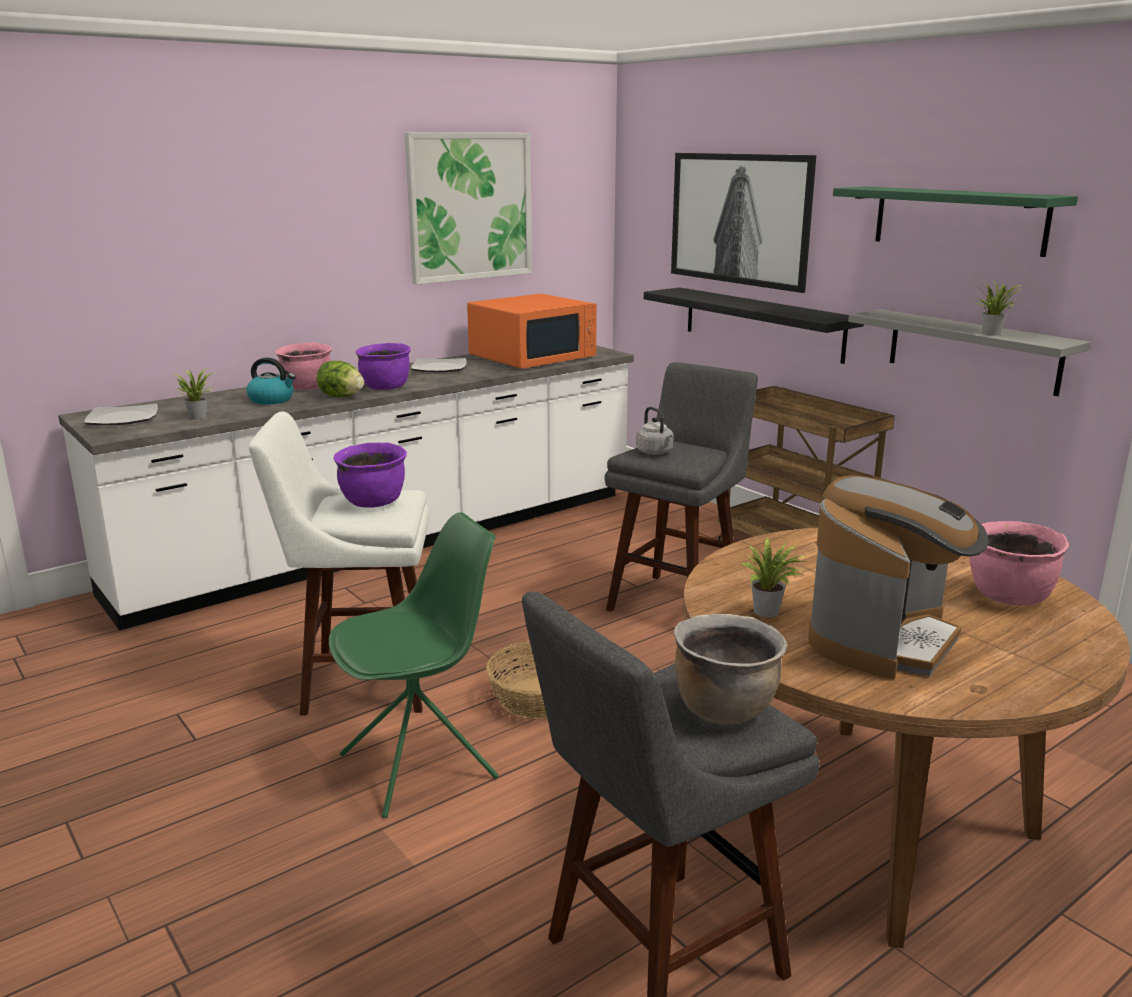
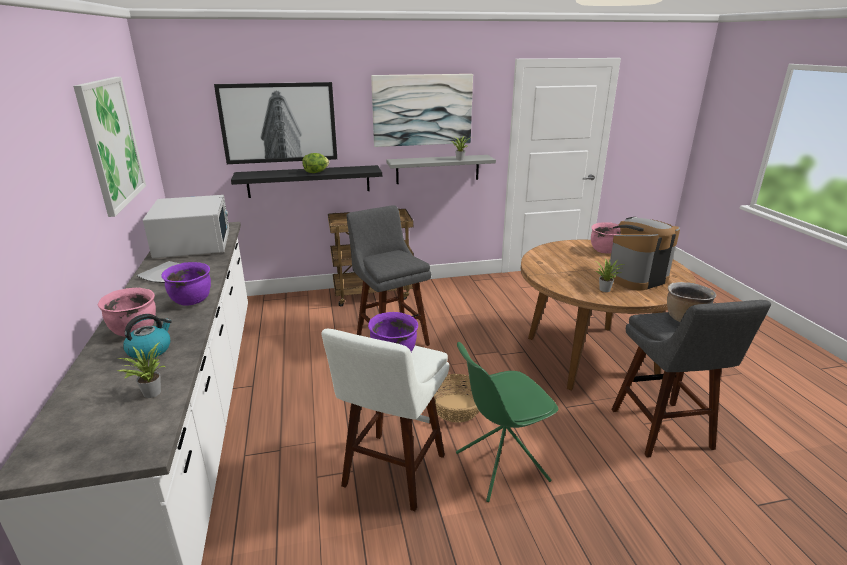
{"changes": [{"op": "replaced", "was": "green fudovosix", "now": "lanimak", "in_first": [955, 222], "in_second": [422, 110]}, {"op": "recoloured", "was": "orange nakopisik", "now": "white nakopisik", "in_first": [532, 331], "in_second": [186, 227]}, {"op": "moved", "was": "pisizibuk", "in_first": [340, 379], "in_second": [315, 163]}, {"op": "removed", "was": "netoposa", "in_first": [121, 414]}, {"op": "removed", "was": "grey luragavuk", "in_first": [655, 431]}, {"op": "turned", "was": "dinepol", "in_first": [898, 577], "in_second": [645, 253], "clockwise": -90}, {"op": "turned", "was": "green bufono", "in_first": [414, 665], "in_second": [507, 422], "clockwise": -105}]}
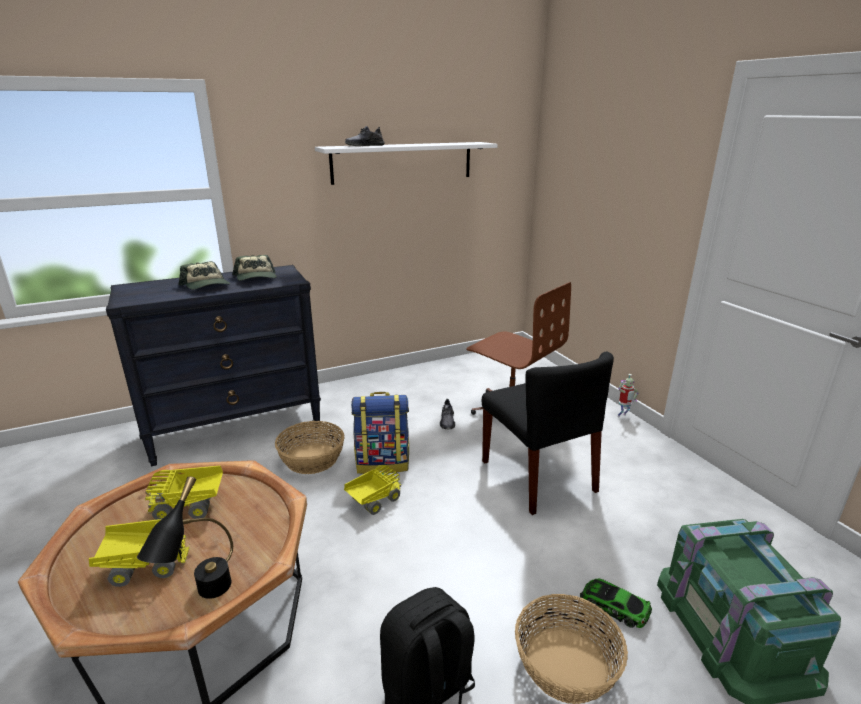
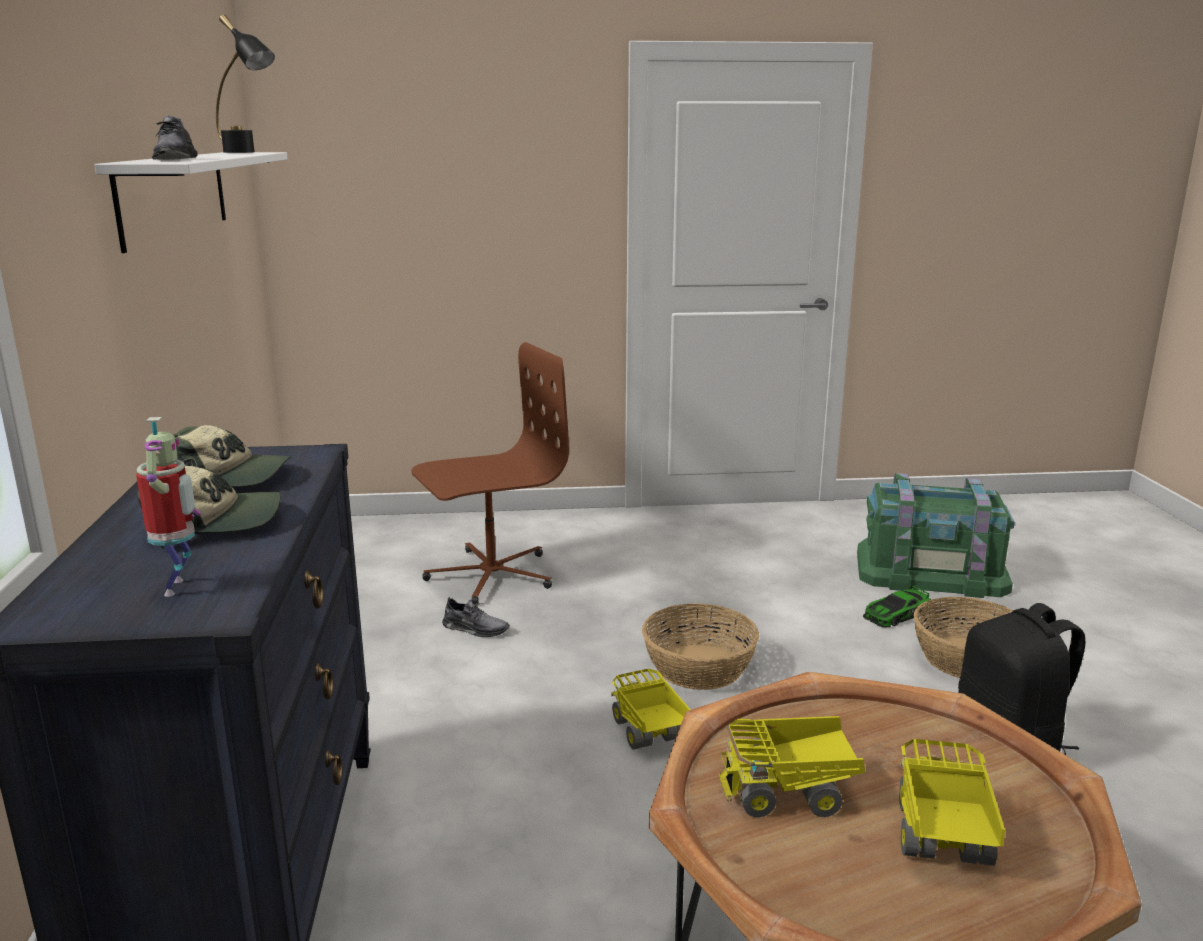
{"changes": [{"op": "removed", "was": "black bufono", "in_first": [548, 433]}, {"op": "moved", "was": "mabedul", "in_first": [627, 395], "in_second": [168, 507]}, {"op": "removed", "was": "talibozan", "in_first": [380, 433]}, {"op": "moved", "was": "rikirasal", "in_first": [309, 447], "in_second": [700, 646]}, {"op": "turned", "was": "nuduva", "in_first": [184, 493], "in_second": [792, 767], "clockwise": 75}, {"op": "moved", "was": "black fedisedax", "in_first": [185, 537], "in_second": [245, 83]}]}
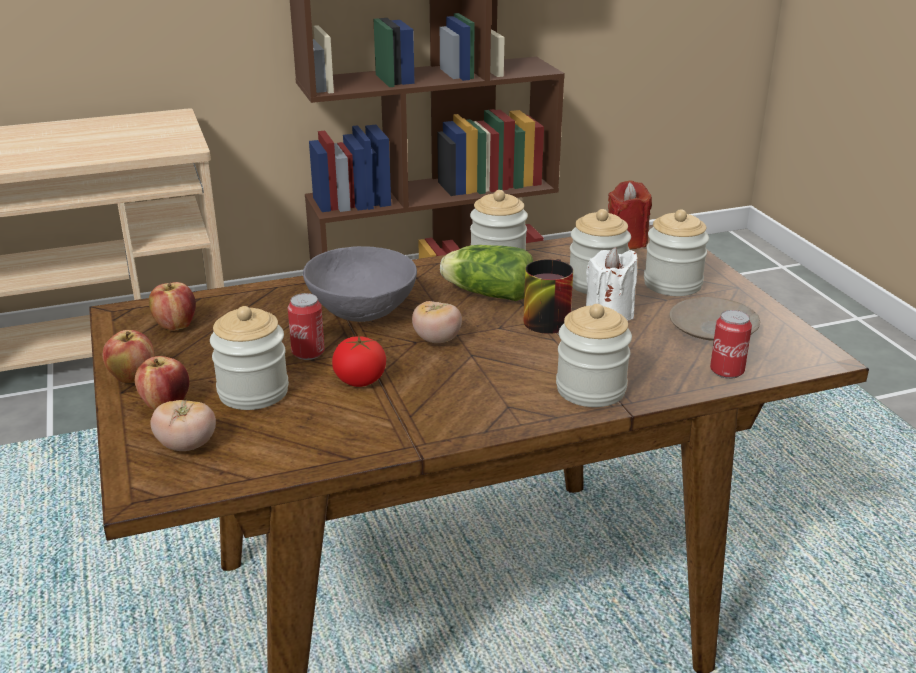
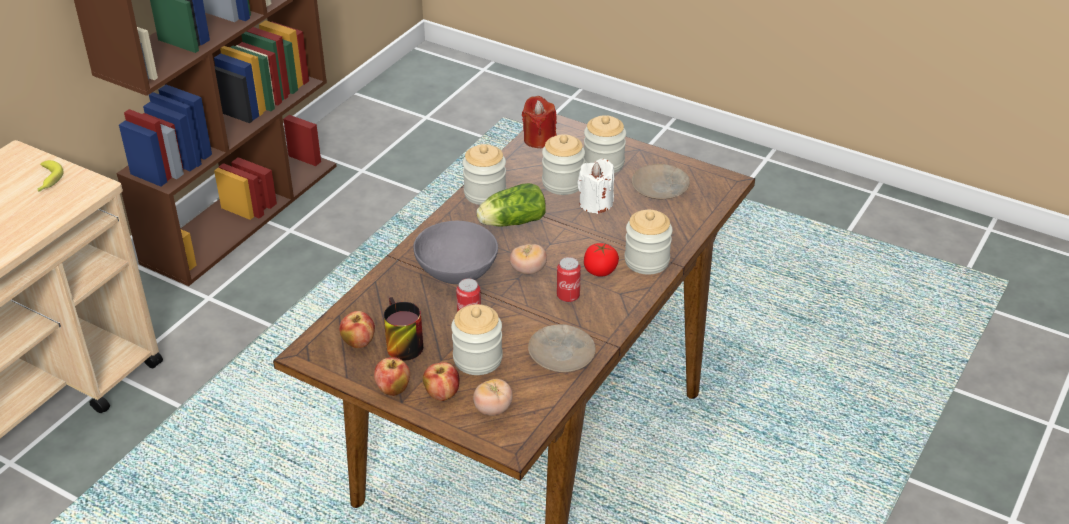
{"changes": [{"op": "moved", "was": "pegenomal", "in_first": [548, 296], "in_second": [403, 329]}, {"op": "moved", "was": "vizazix", "in_first": [731, 344], "in_second": [569, 279]}, {"op": "moved", "was": "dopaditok", "in_first": [359, 361], "in_second": [601, 259]}, {"op": "added", "now": "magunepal", "in_second": [50, 175]}, {"op": "added", "now": "beige netoposa", "in_second": [562, 348]}]}
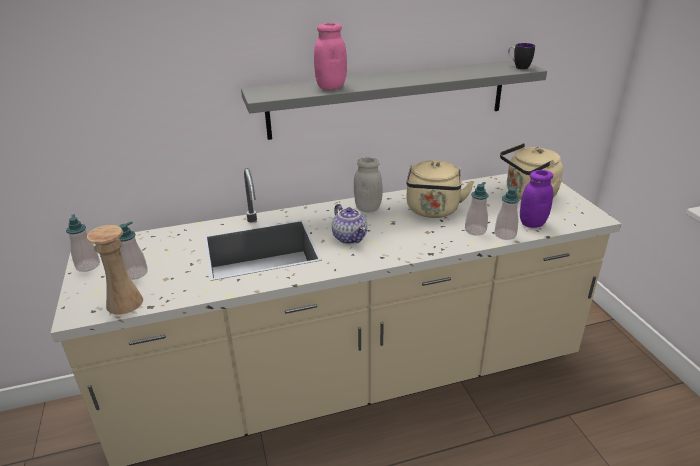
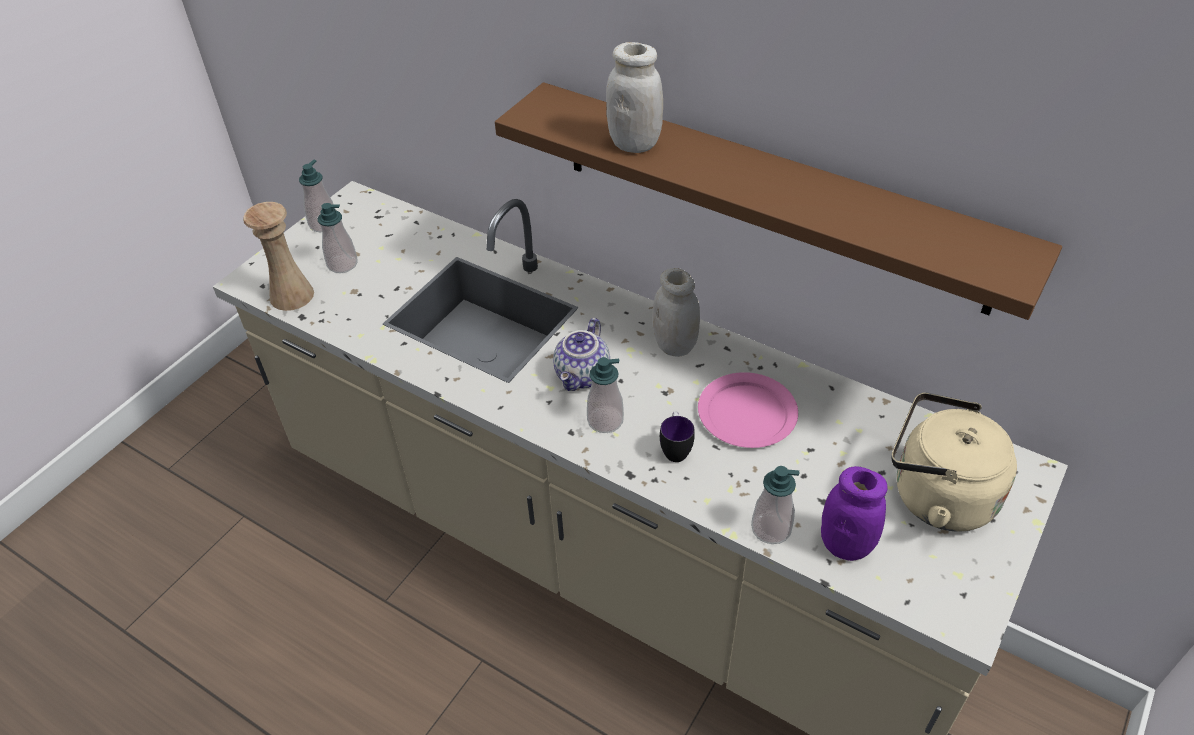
{"changes": [{"op": "recoloured", "was": "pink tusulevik", "now": "white tusulevik", "in_first": [330, 56], "in_second": [634, 97]}, {"op": "moved", "was": "pegenomal", "in_first": [521, 56], "in_second": [677, 437]}, {"op": "recoloured", "was": "grey fudovosix", "now": "brown fudovosix", "in_first": [394, 100], "in_second": [778, 201]}, {"op": "replaced", "was": "beige luragavuk", "now": "pink netoposa", "in_first": [440, 189], "in_second": [748, 410]}, {"op": "moved", "was": "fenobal", "in_first": [476, 209], "in_second": [605, 395]}]}
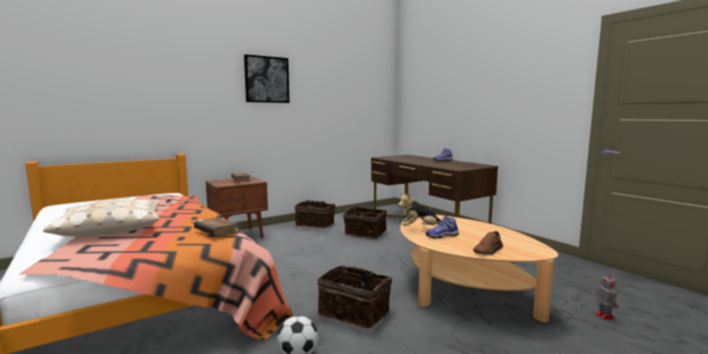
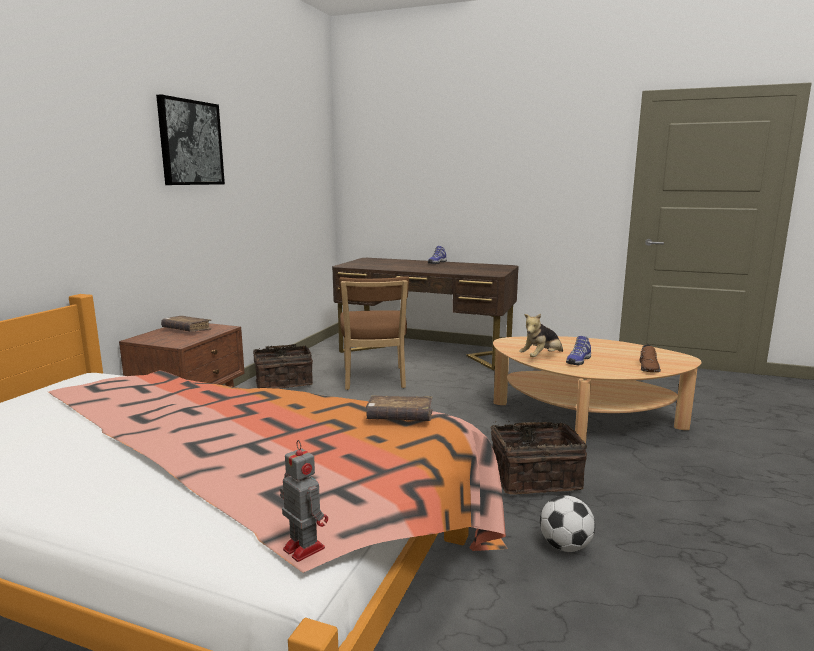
{"changes": [{"op": "removed", "was": "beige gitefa", "in_first": [101, 218]}, {"op": "replaced", "was": "rikirasal", "now": "brown bufono", "in_first": [365, 222], "in_second": [374, 333]}, {"op": "moved", "was": "mabedul", "in_first": [607, 297], "in_second": [304, 501]}]}
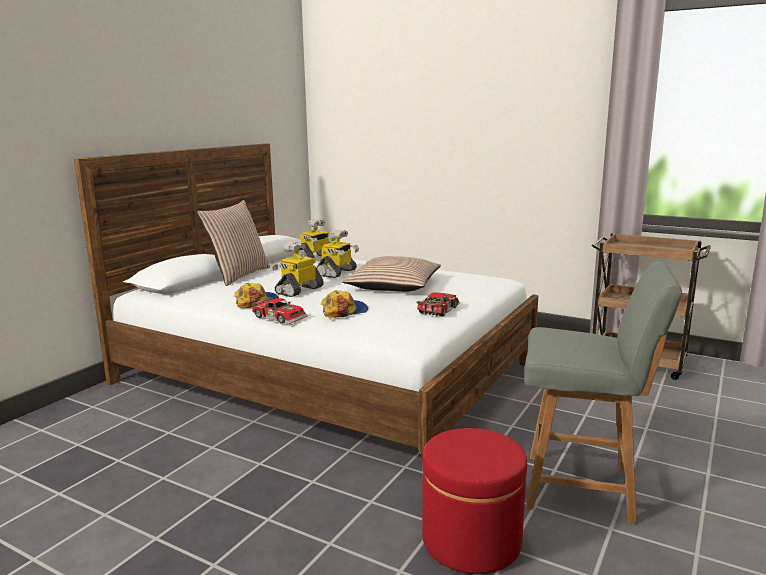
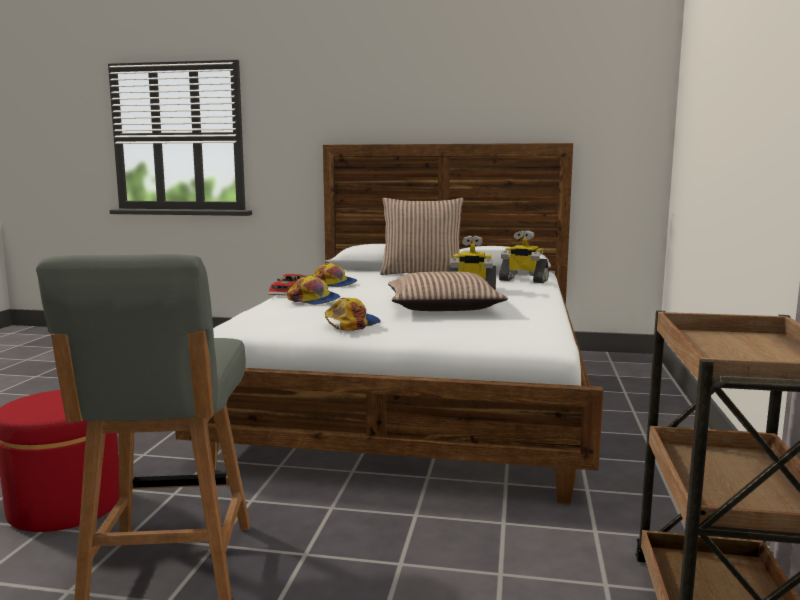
{"changes": [{"op": "removed", "was": "mabedul", "in_first": [298, 269]}, {"op": "replaced", "was": "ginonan", "now": "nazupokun", "in_first": [438, 304], "in_second": [353, 314]}]}
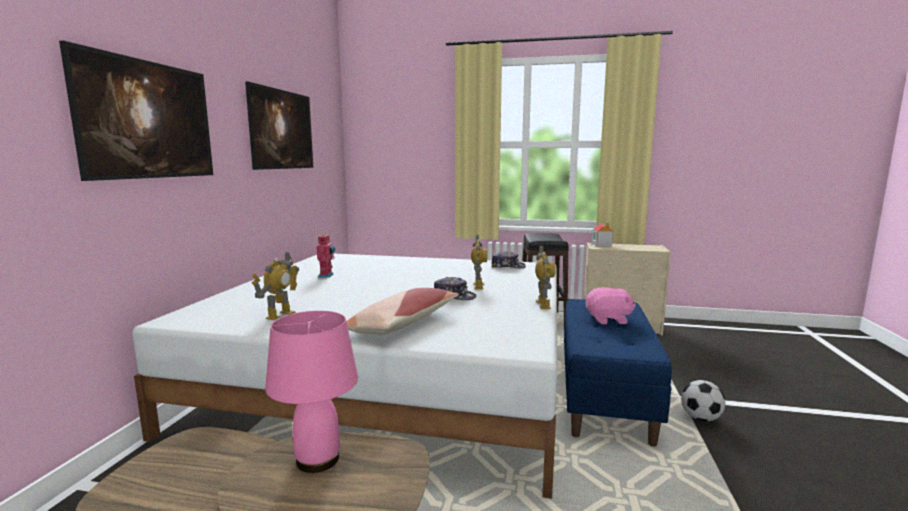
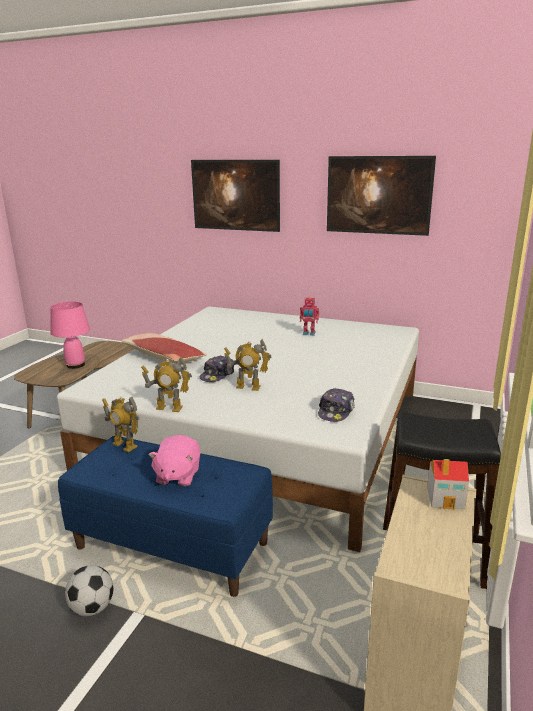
{"changes": [{"op": "moved", "was": "mabedul", "in_first": [275, 286], "in_second": [120, 424]}]}
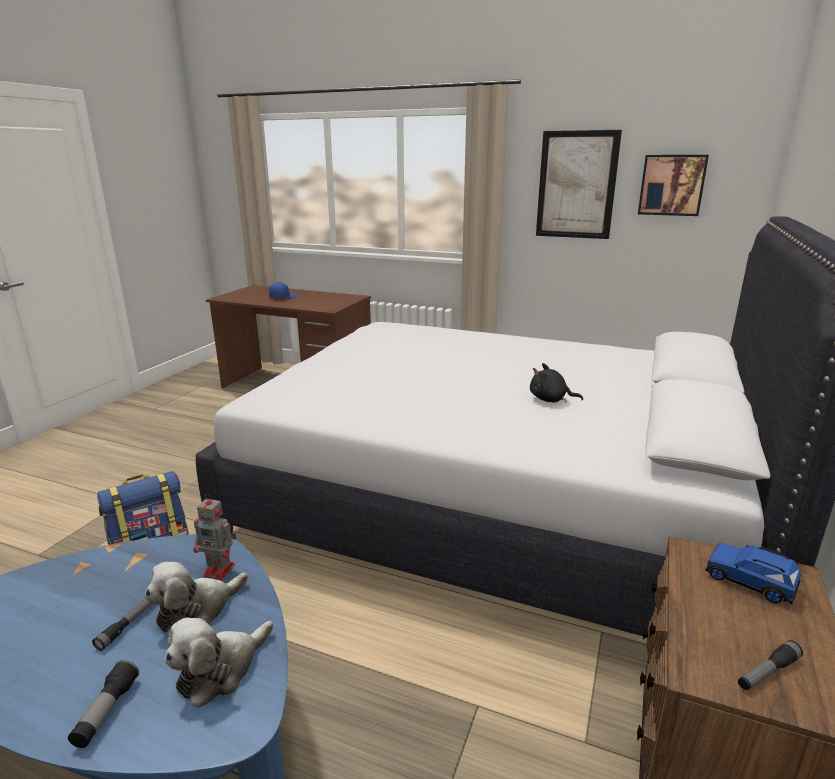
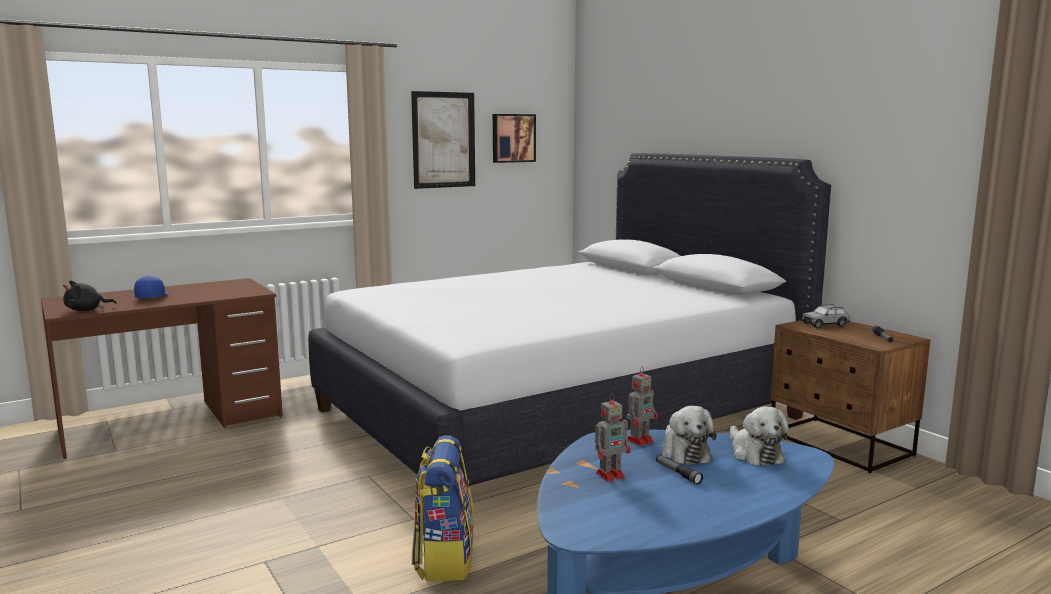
{"changes": [{"op": "moved", "was": "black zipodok", "in_first": [556, 383], "in_second": [90, 296]}, {"op": "recoloured", "was": "blue ginonan", "now": "grey ginonan", "in_first": [753, 573], "in_second": [825, 316]}, {"op": "removed", "was": "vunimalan", "in_first": [103, 704]}, {"op": "added", "now": "mabedul", "in_second": [613, 437]}]}
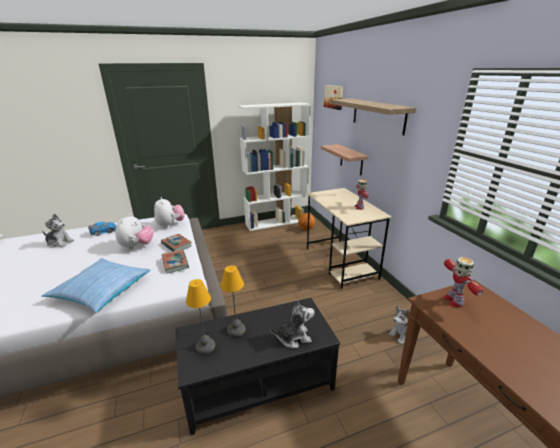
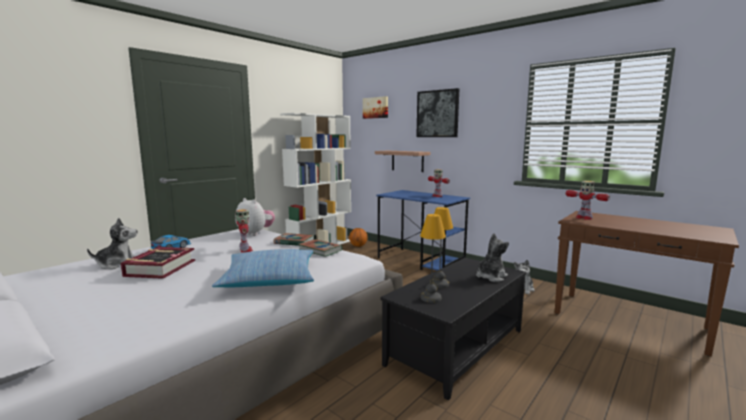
{"changes": [{"op": "replaced", "was": "fudovosix", "now": "lanimak", "in_first": [372, 117], "in_second": [437, 112]}, {"op": "recoloured", "was": "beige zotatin", "now": "blue zotatin", "in_first": [349, 238], "in_second": [423, 230]}, {"op": "replaced", "was": "zipodok", "now": "mabedul", "in_first": [134, 231], "in_second": [244, 231]}, {"op": "added", "now": "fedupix", "in_second": [158, 263]}]}
